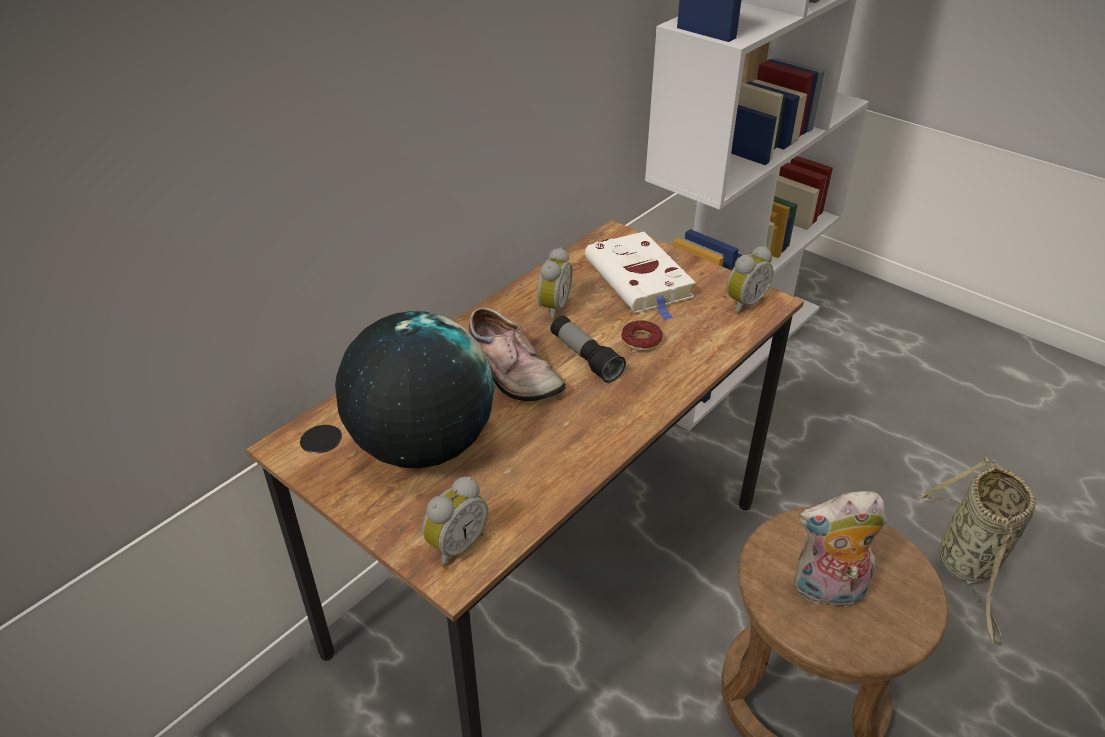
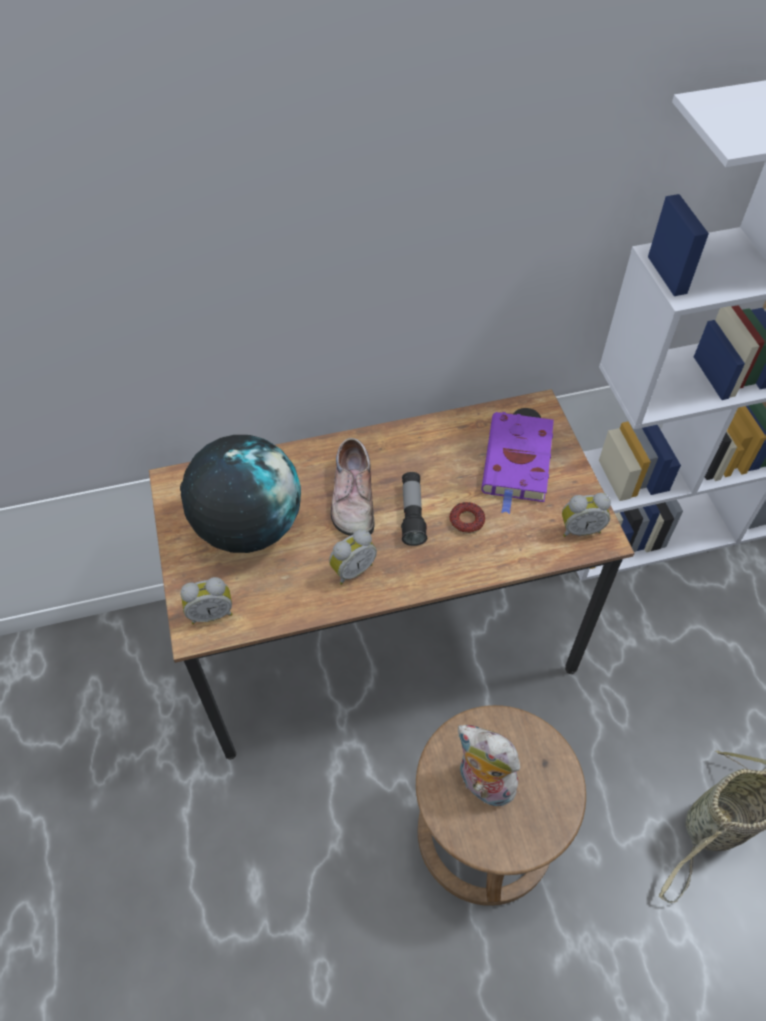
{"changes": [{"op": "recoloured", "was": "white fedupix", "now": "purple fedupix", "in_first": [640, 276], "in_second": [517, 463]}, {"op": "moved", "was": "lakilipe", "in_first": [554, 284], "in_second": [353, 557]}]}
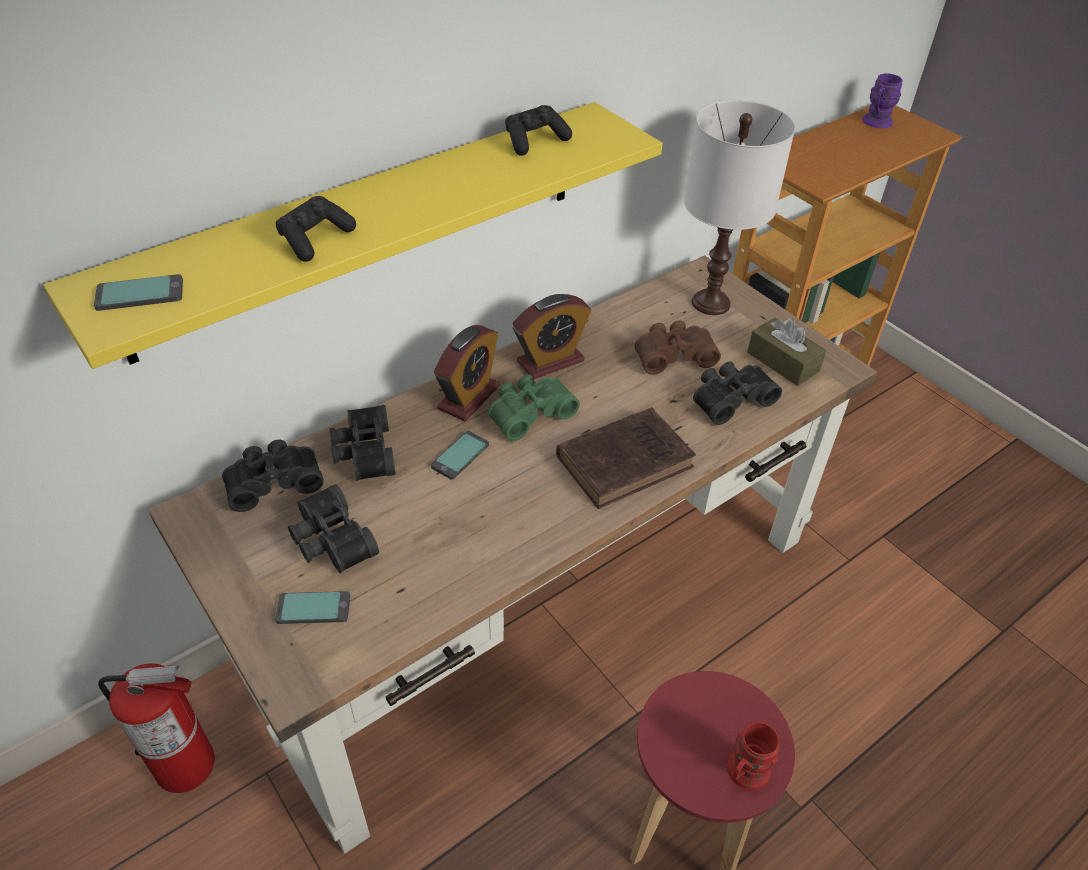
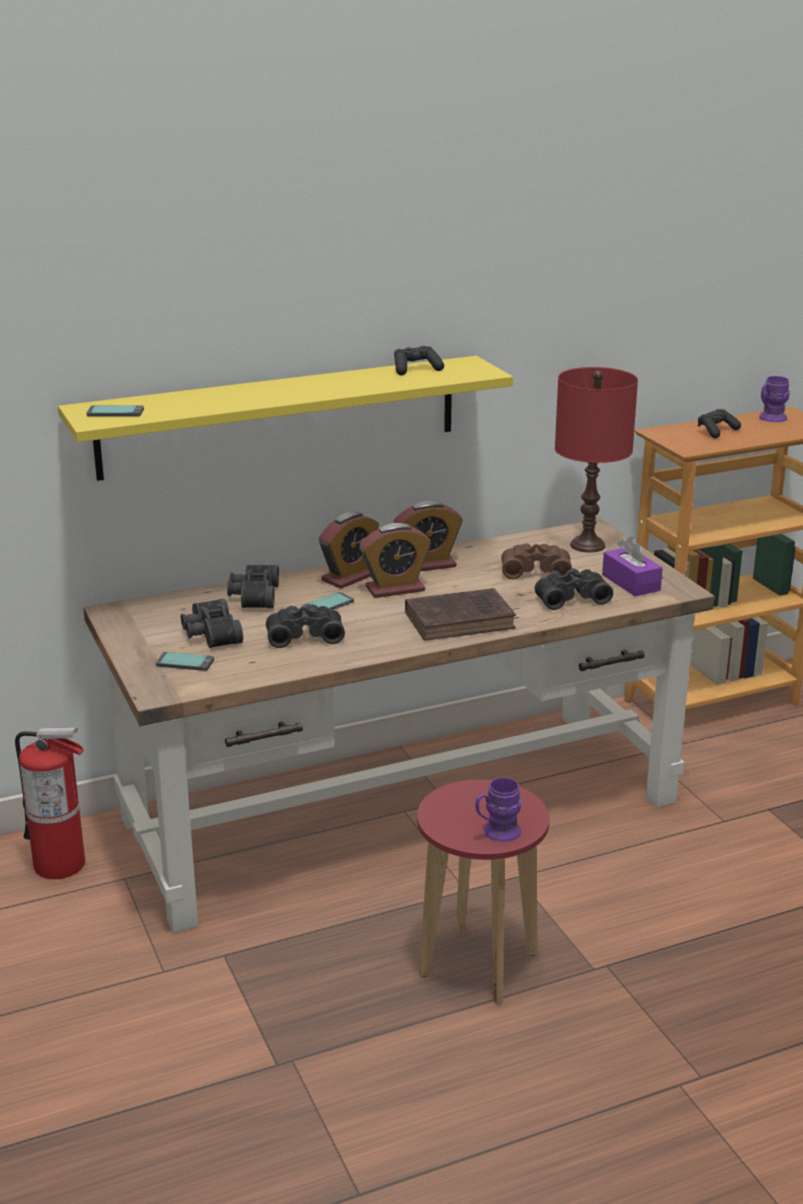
{"changes": [{"op": "recoloured", "was": "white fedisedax", "now": "red fedisedax", "in_first": [739, 207], "in_second": [596, 460]}, {"op": "moved", "was": "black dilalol", "in_first": [316, 229], "in_second": [719, 423]}, {"op": "recoloured", "was": "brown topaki", "now": "purple topaki", "in_first": [786, 352], "in_second": [632, 566]}, {"op": "replaced", "was": "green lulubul", "now": "lakilipe", "in_first": [534, 407], "in_second": [395, 560]}, {"op": "moved", "was": "black lulubul", "in_first": [273, 476], "in_second": [305, 626]}, {"op": "recoloured", "was": "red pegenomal", "now": "purple pegenomal", "in_first": [753, 756], "in_second": [498, 810]}]}
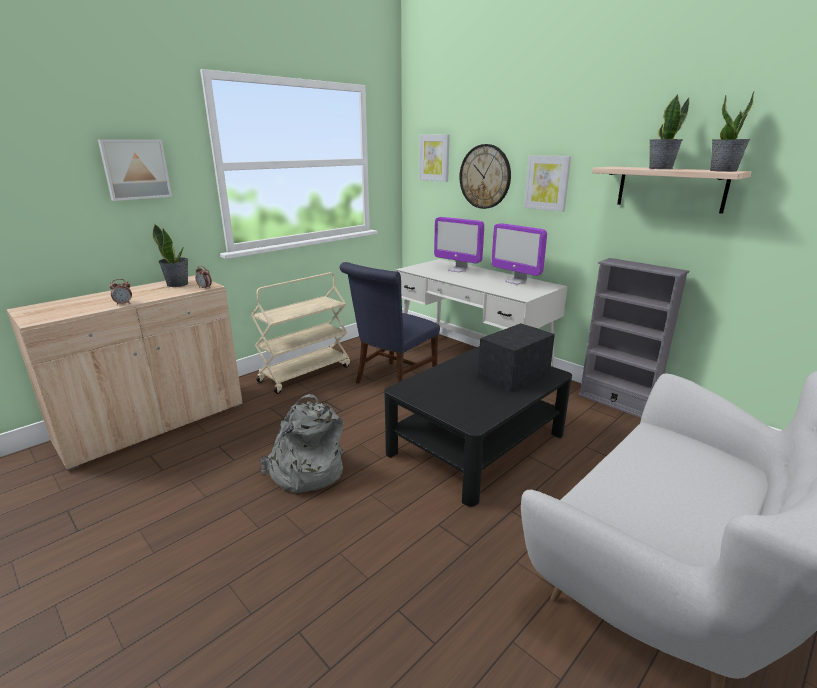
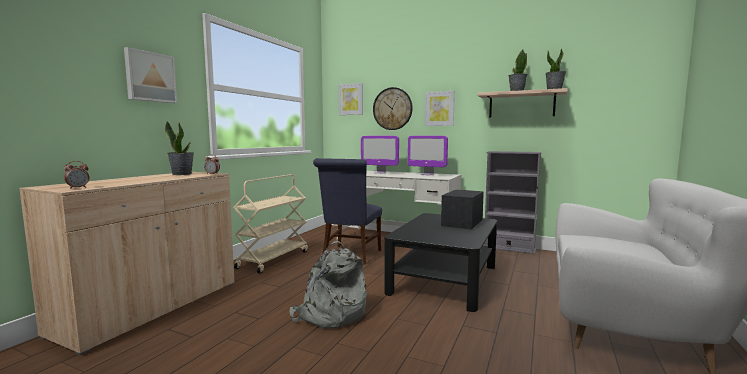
{"changes": [{"op": "moved", "was": "lakilipe", "in_first": [120, 292], "in_second": [76, 175]}]}
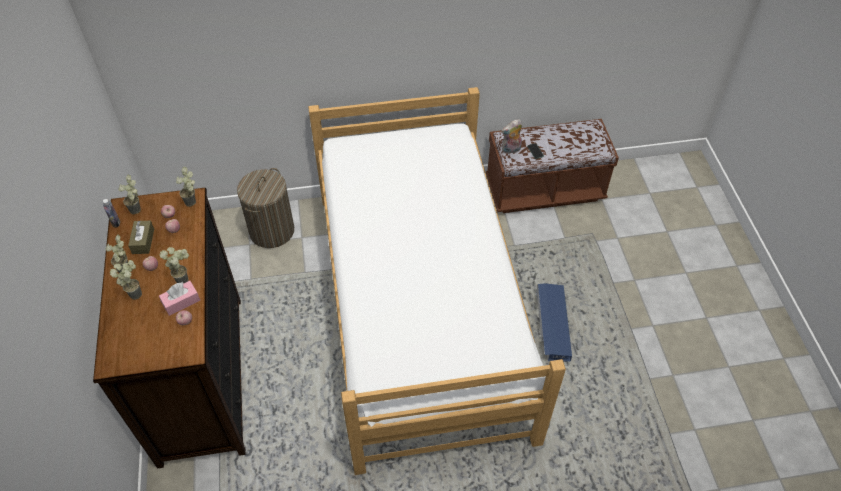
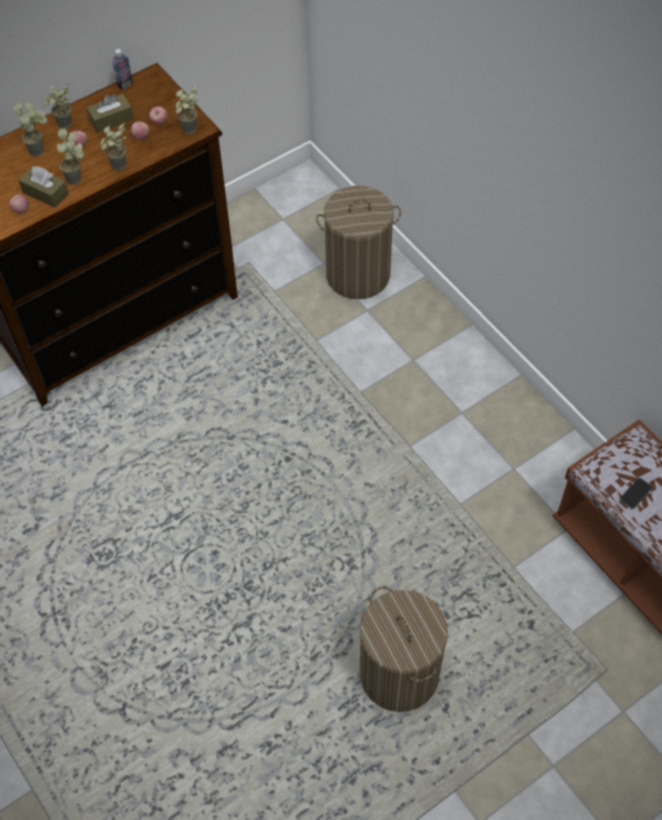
{"changes": [{"op": "removed", "was": "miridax", "in_first": [437, 281]}, {"op": "removed", "was": "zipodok", "in_first": [511, 137]}, {"op": "moved", "was": "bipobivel", "in_first": [130, 194], "in_second": [113, 147]}, {"op": "recoloured", "was": "pink topaki", "now": "brown topaki", "in_first": [179, 298], "in_second": [44, 187]}, {"op": "replaced", "was": "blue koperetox", "now": "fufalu", "in_first": [554, 322], "in_second": [404, 649]}]}
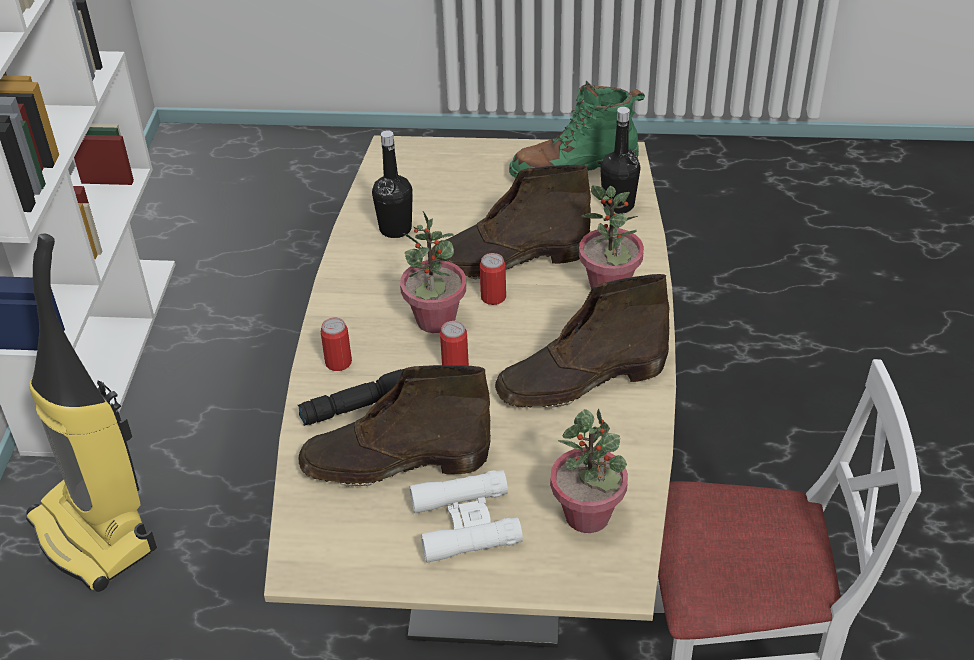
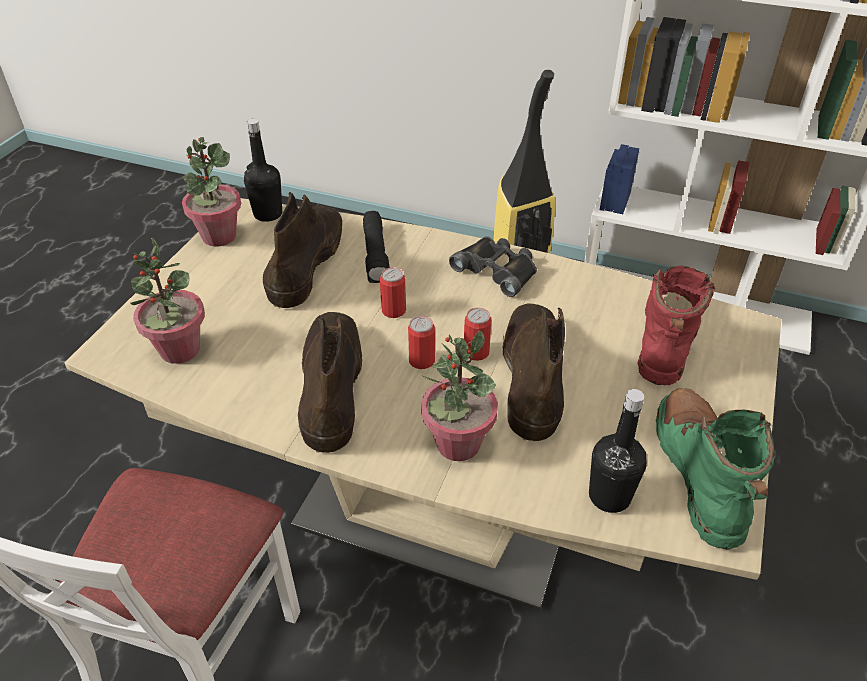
{"changes": [{"op": "moved", "was": "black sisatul", "in_first": [392, 184], "in_second": [263, 170]}, {"op": "moved", "was": "bipobivel", "in_first": [433, 272], "in_second": [211, 192]}, {"op": "moved", "was": "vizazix", "in_first": [336, 344], "in_second": [421, 342]}, {"op": "removed", "was": "white lulubul", "in_first": [466, 516]}, {"op": "added", "now": "black lulubul", "in_second": [493, 266]}, {"op": "added", "now": "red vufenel", "in_second": [677, 325]}]}
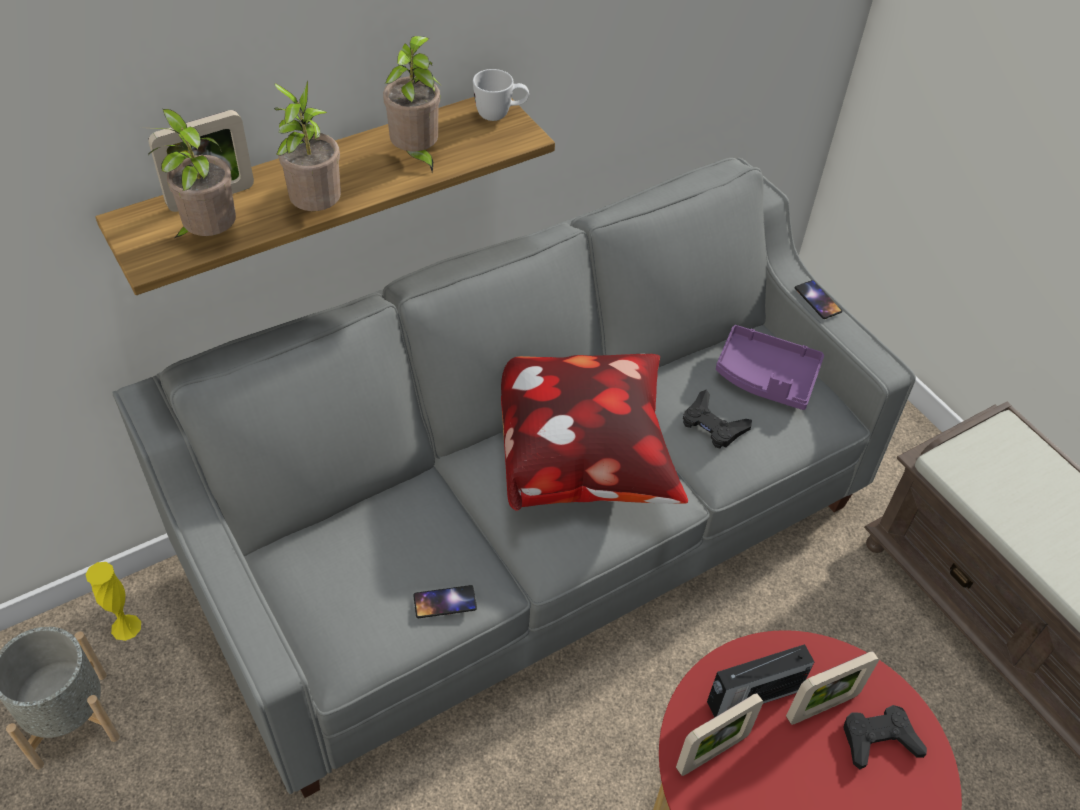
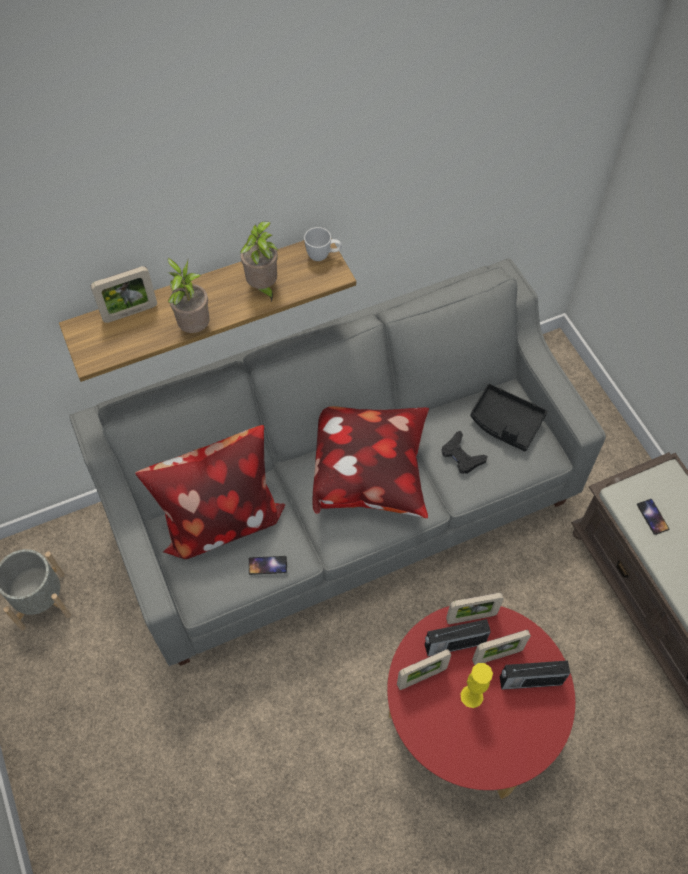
{"changes": [{"op": "removed", "was": "bipobivel", "in_first": [192, 173]}, {"op": "moved", "was": "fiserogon", "in_first": [818, 299], "in_second": [653, 517]}, {"op": "recoloured", "was": "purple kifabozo", "now": "black kifabozo", "in_first": [770, 367], "in_second": [508, 417]}, {"op": "moved", "was": "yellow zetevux", "in_first": [113, 601], "in_second": [476, 685]}, {"op": "replaced", "was": "black dilalol", "now": "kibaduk", "in_first": [885, 737], "in_second": [535, 675]}, {"op": "added", "now": "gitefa", "in_second": [210, 492]}, {"op": "added", "now": "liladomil", "in_second": [475, 608]}]}
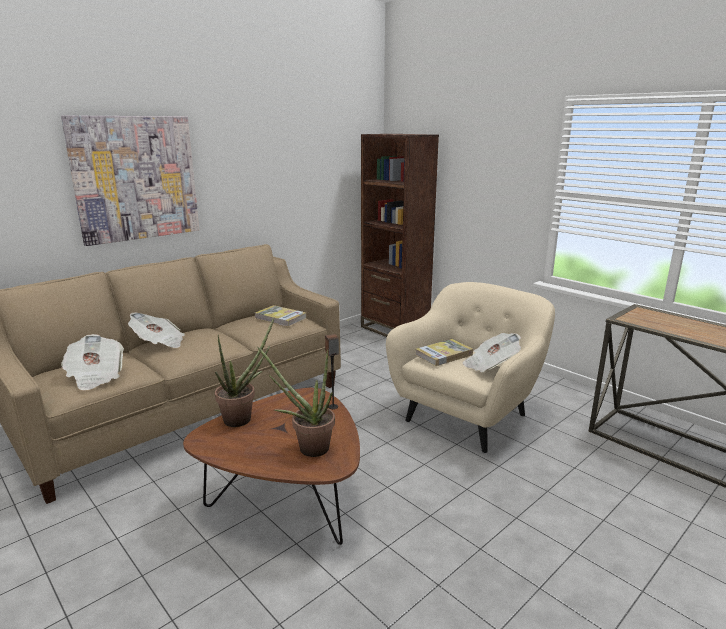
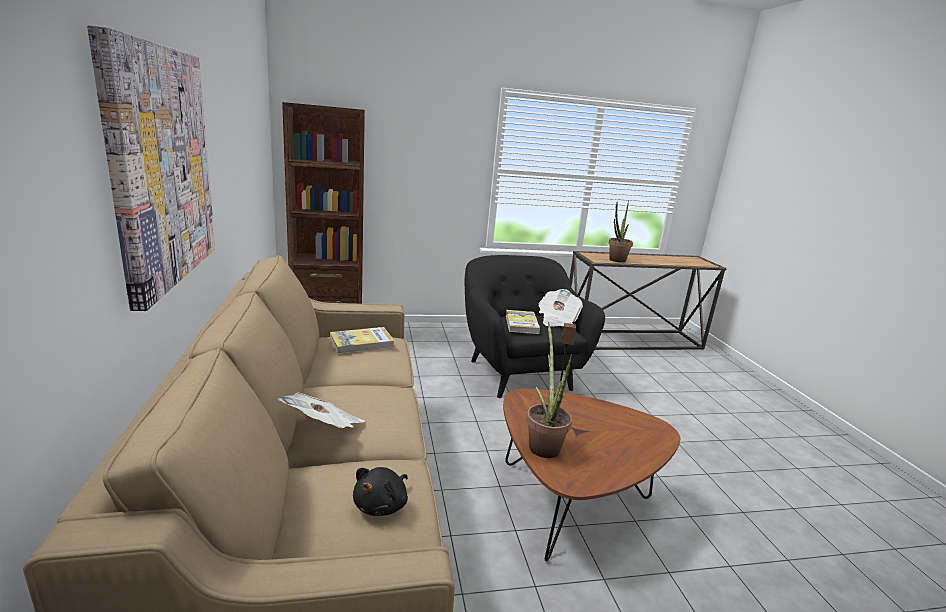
{"changes": [{"op": "recoloured", "was": "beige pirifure", "now": "black pirifure", "in_first": [470, 367], "in_second": [535, 326]}, {"op": "replaced", "was": "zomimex", "now": "black zipodok", "in_first": [92, 362], "in_second": [380, 491]}, {"op": "moved", "was": "bipobivel", "in_first": [296, 401], "in_second": [621, 231]}]}
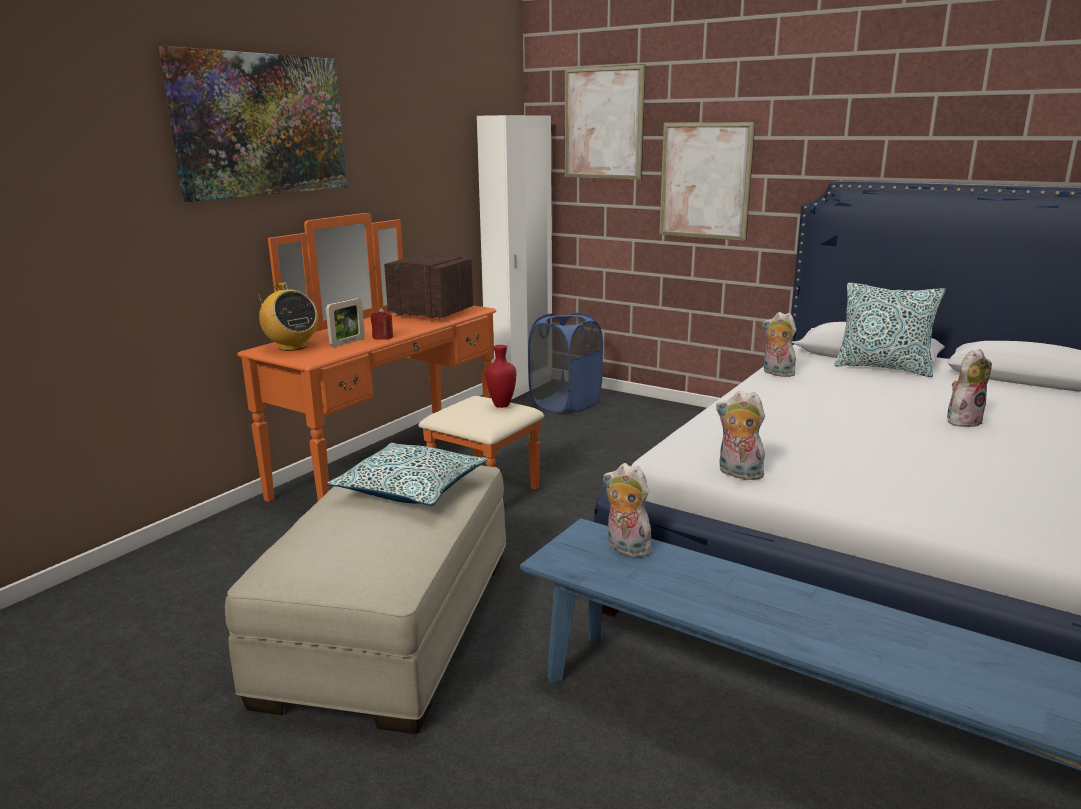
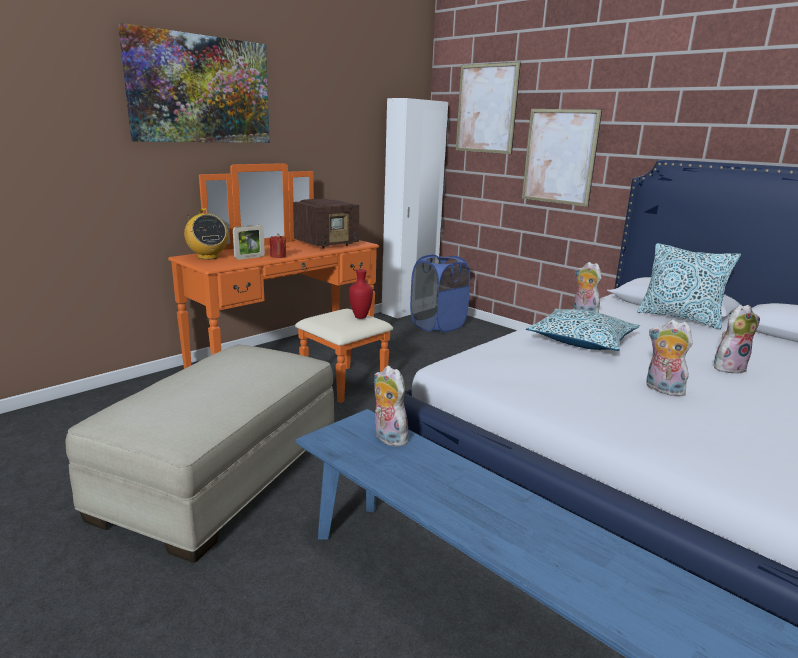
{"changes": [{"op": "turned", "was": "kibaduk", "in_first": [428, 286], "in_second": [326, 223], "clockwise": 105}, {"op": "moved", "was": "zipodok", "in_first": [740, 435], "in_second": [669, 358]}, {"op": "moved", "was": "gitefa", "in_first": [407, 474], "in_second": [583, 330]}]}
